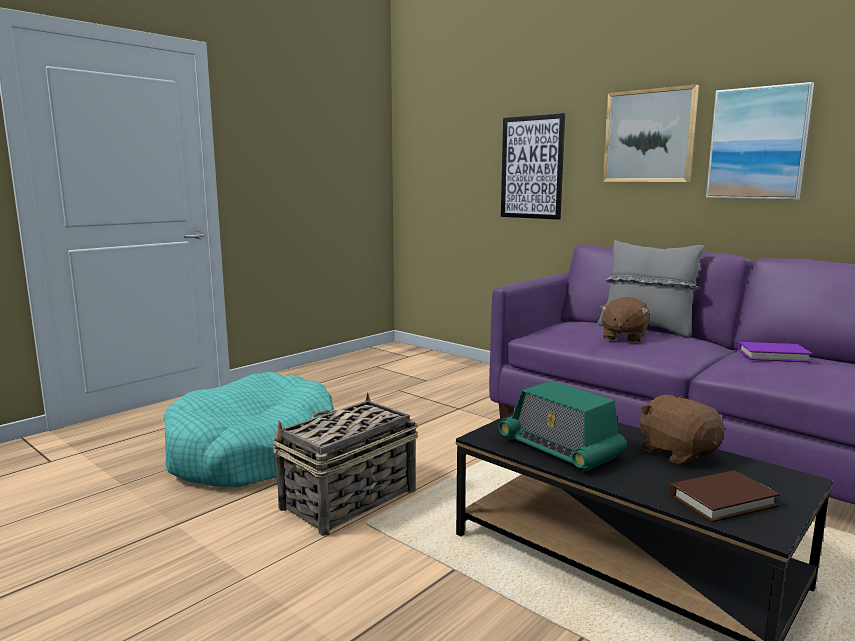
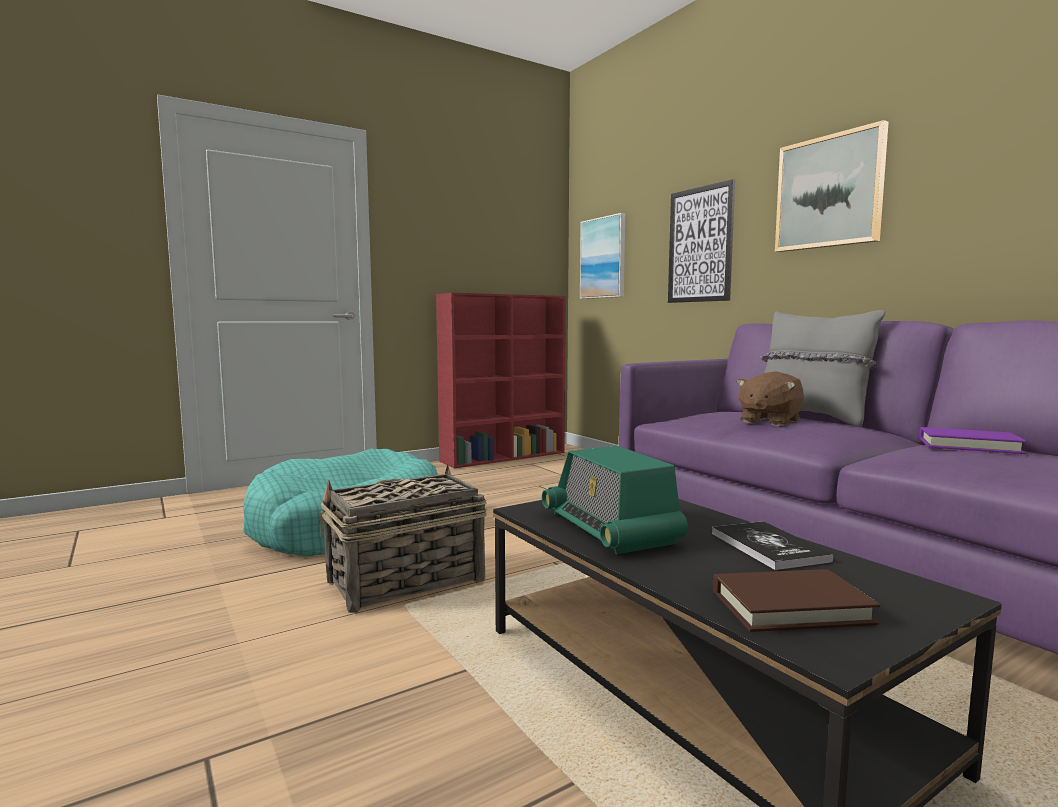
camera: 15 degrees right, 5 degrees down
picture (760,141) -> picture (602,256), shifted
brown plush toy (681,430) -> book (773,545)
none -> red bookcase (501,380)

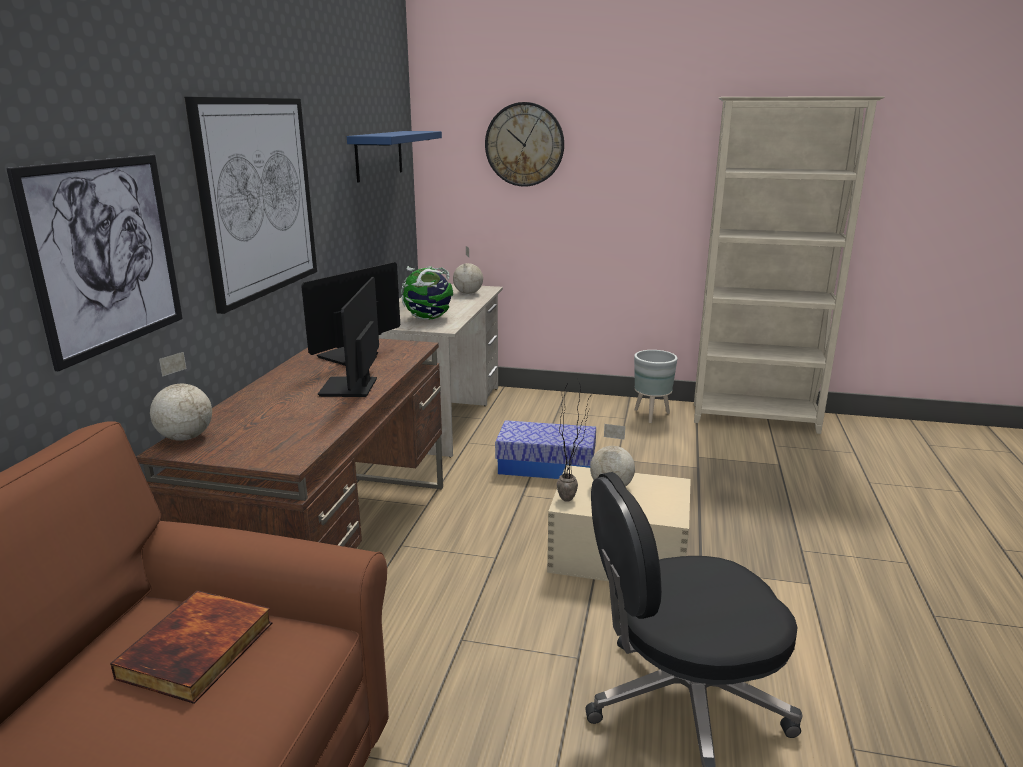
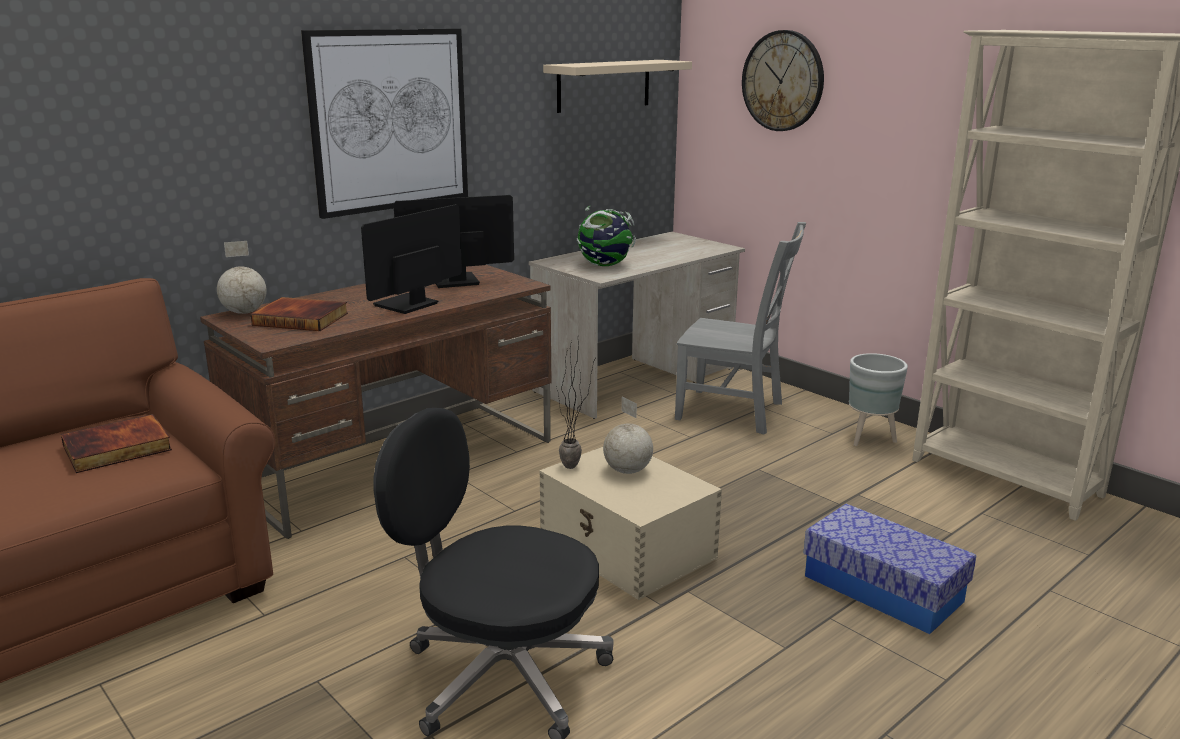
camera: 35 degrees right, 0 degrees up
blue shelf (394,156) -> beige shelf (617,86)
picture (94,263) -> none
globe (468,270) -> none
storage box (545,449) -> storage box (889,569), shifted
none -> grey chair (740,328)
none -> book (299,314)

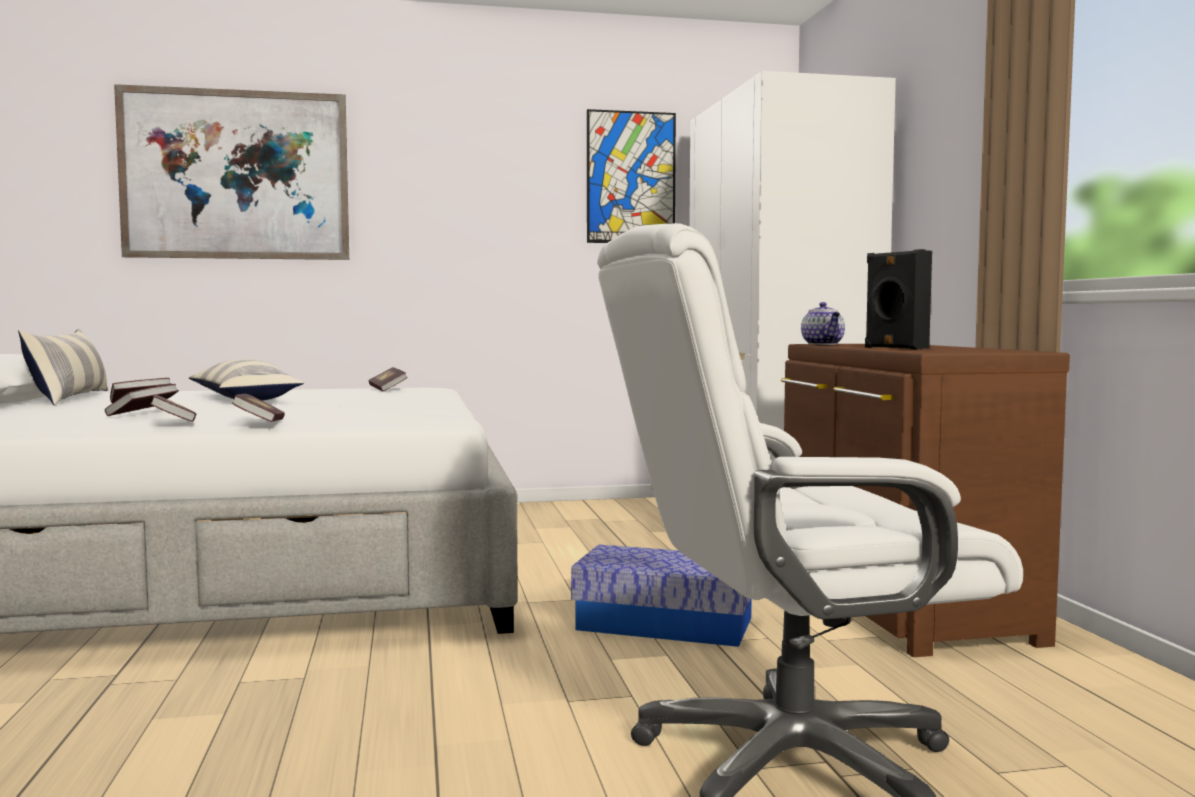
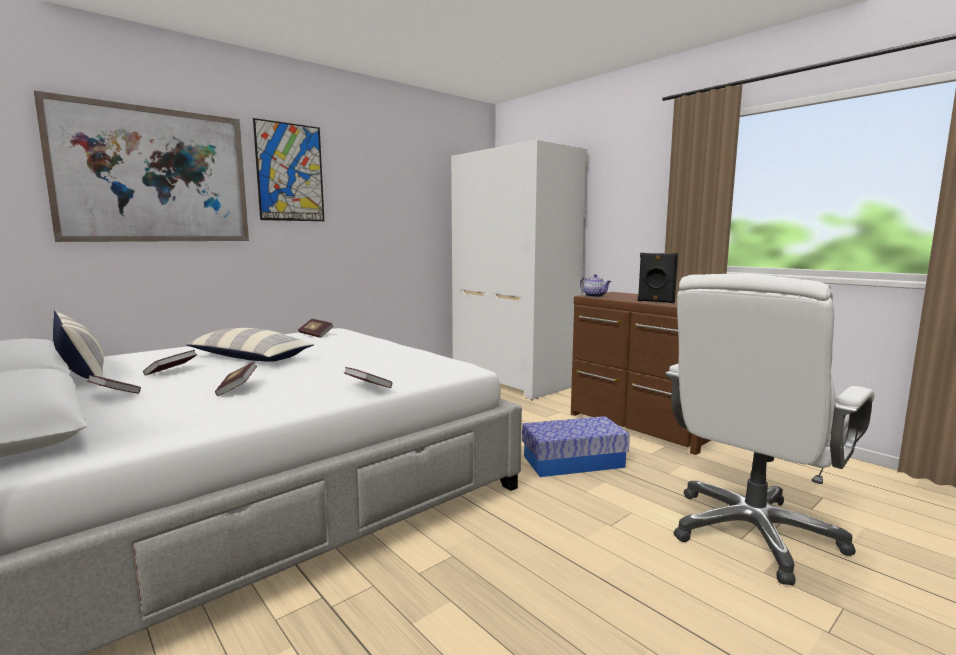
camera: 30 degrees left, 5 degrees up
picture (631,176) -> picture (288,169), shifted
book (173,408) -> book (114,384), shifted

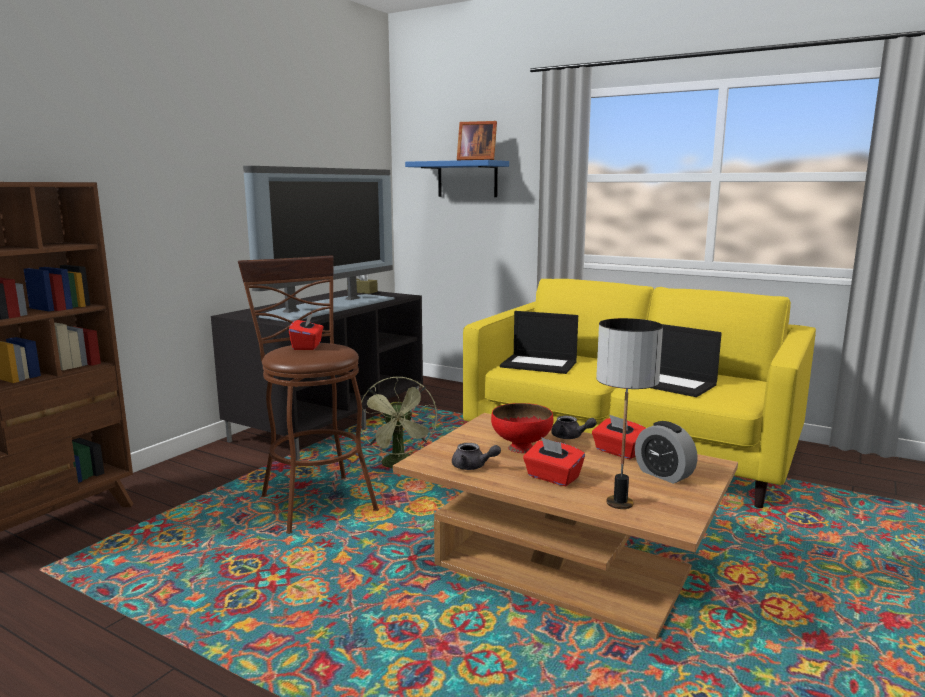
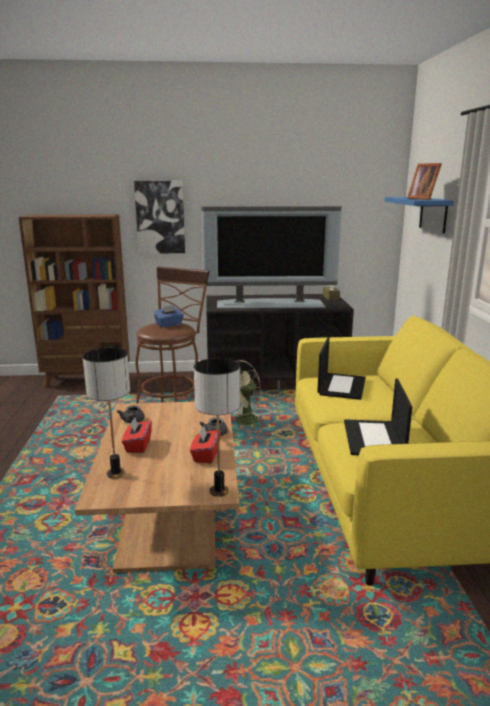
camera: 55 degrees right, 5 degrees up
laptop (539,342) -> laptop (341,369), 150 degrees counterclockwise
red tissue box (306,331) -> blue tissue box (169,316)
red bowl (522,428) -> none
alarm clock (666,452) -> none
none -> picture (159,217)
none -> table lamp (217,427)

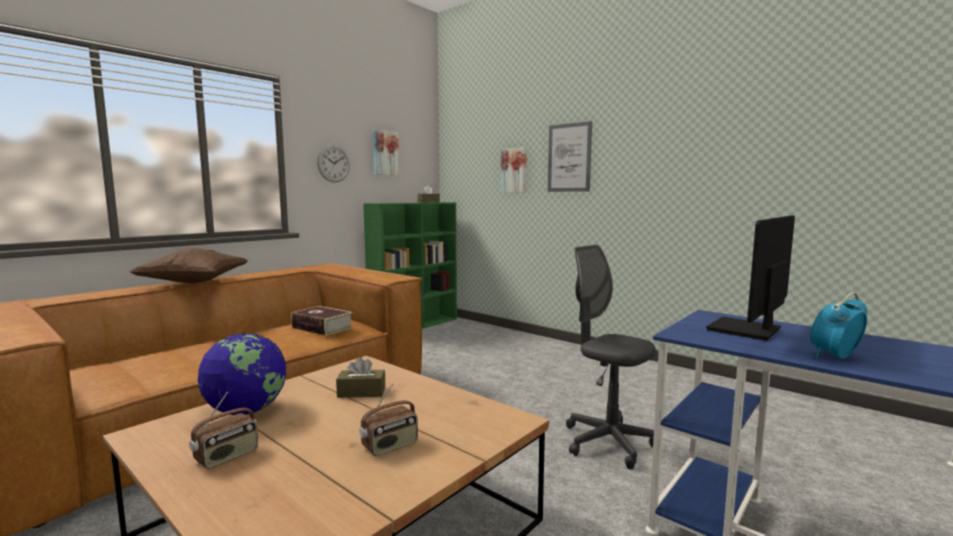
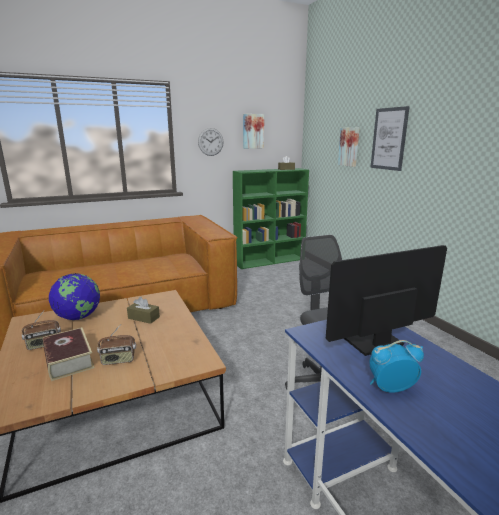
camera: 25 degrees right, 10 degrees up
brown pillow (189,265) -> none
book (322,321) -> book (69,354), shifted

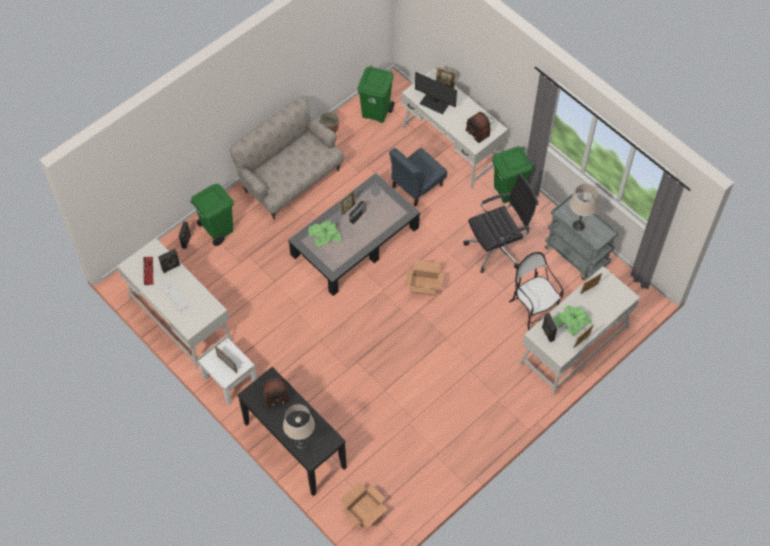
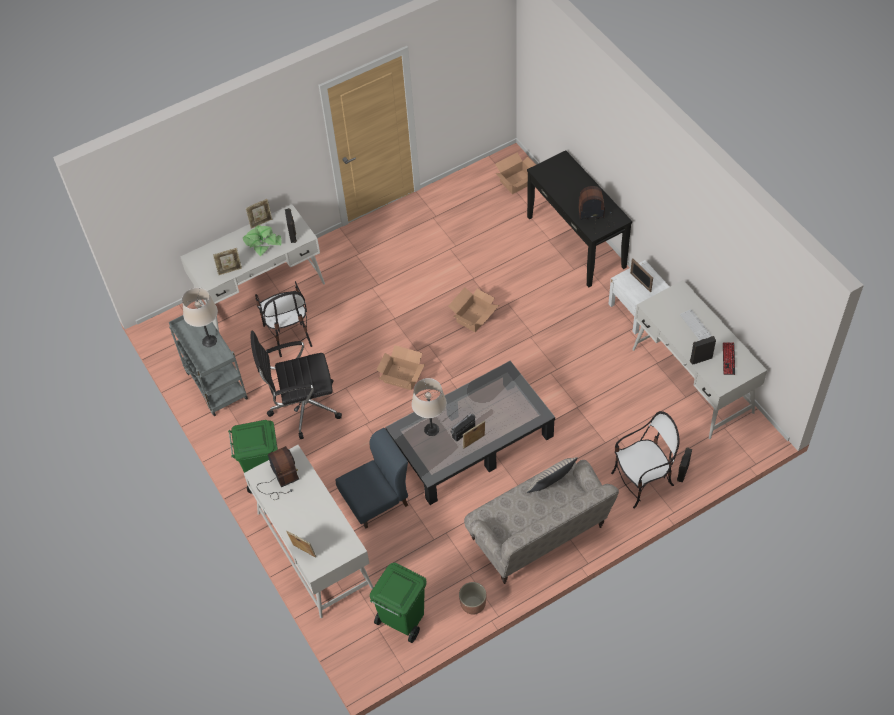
camera: 165 degrees left, 5 degrees down
monitor (436,93) -> none
green trash can (212,215) -> chair (645,460)
potted plant (324,234) -> none
beige table lamp (299,426) -> beige table lamp (429,407), shifted
none -> cardboard box (473,309)
none -> beige pillow (552,475)

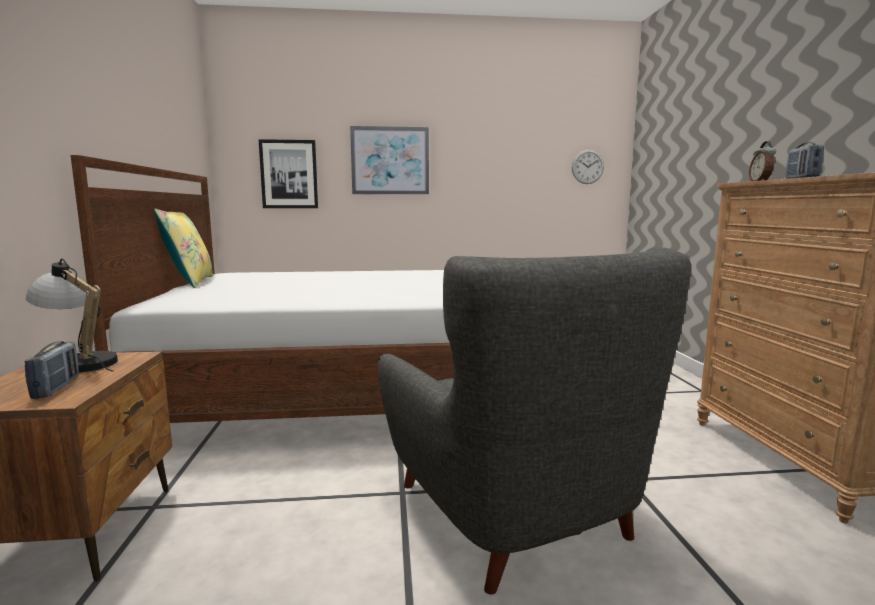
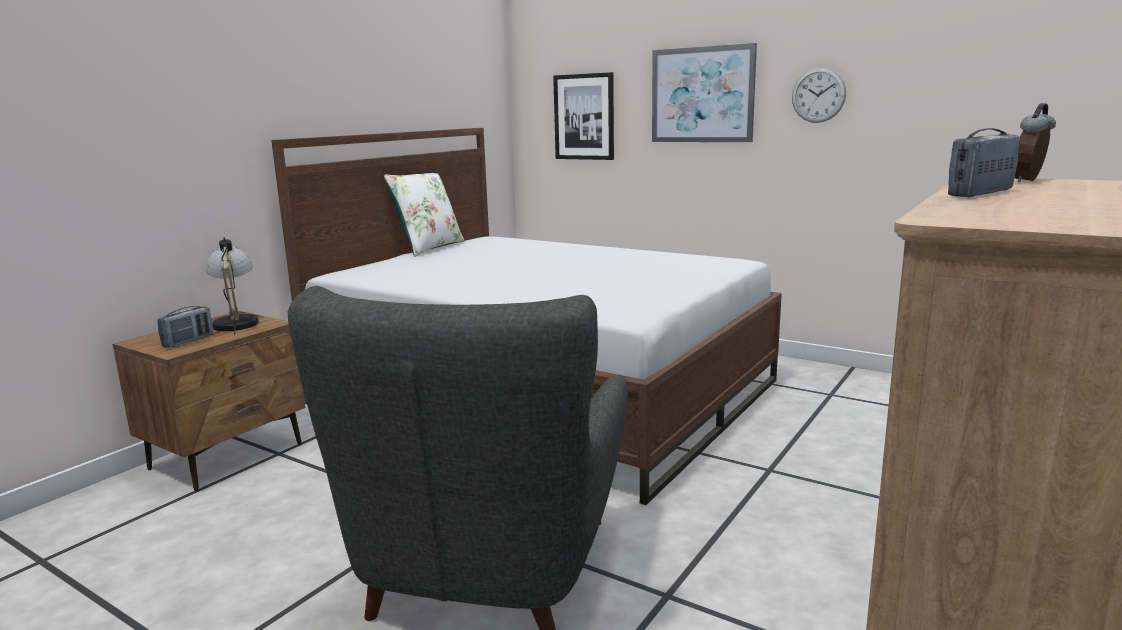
camera: 40 degrees right, 5 degrees up
wall clock (588,167) -> wall clock (819,95), shifted
yellow pillow (183,248) -> white pillow (424,214)

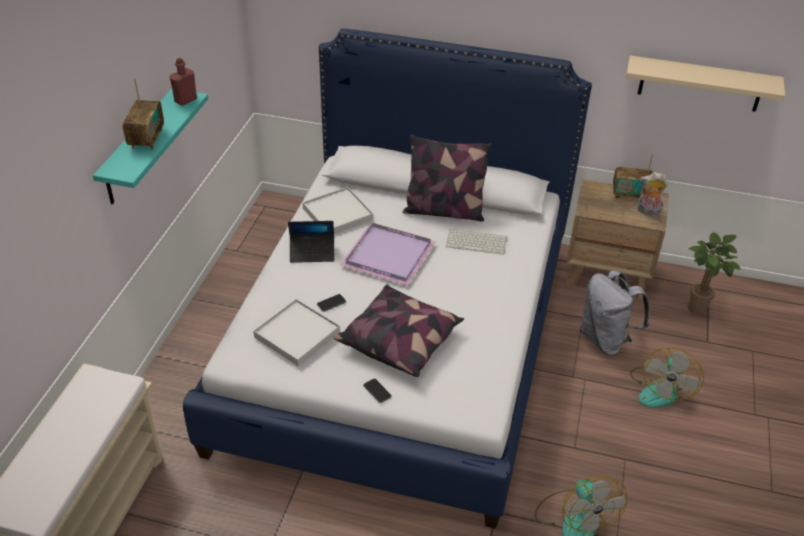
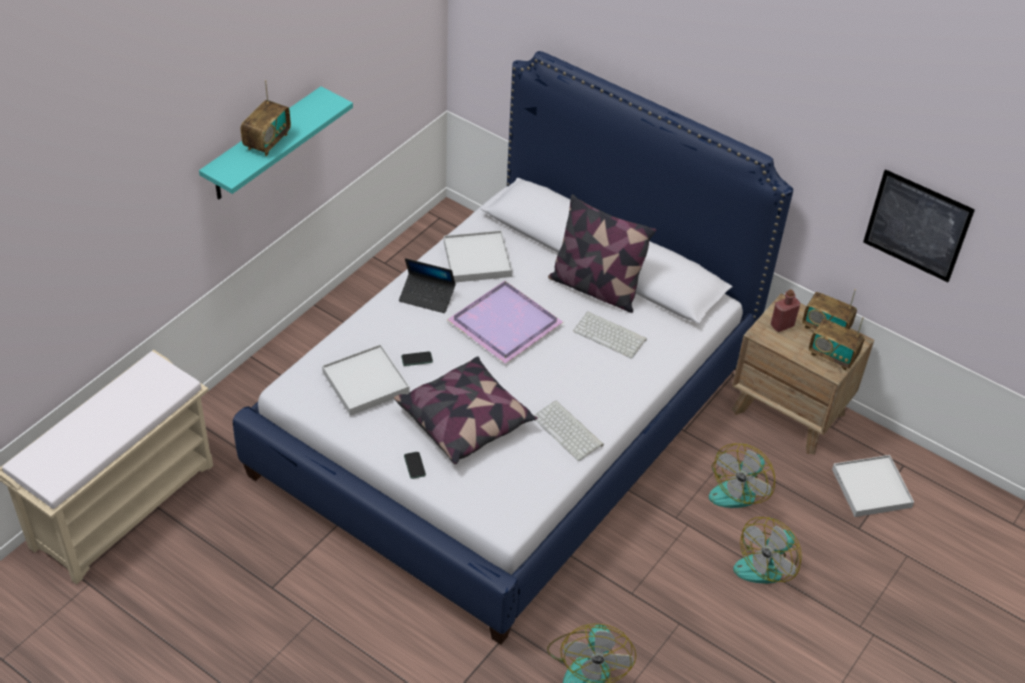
camera: 20 degrees right, 5 degrees up
beige shelf (705,84) -> picture (919,225)
red bottle (183,82) -> red bottle (785,310), shifted
plush toy (652,194) -> radio (837,343)
potted plant (714,273) -> white tray (873,486)
grey backpack (615,312) -> fan (742,475)
none -> keyboard (569,430)

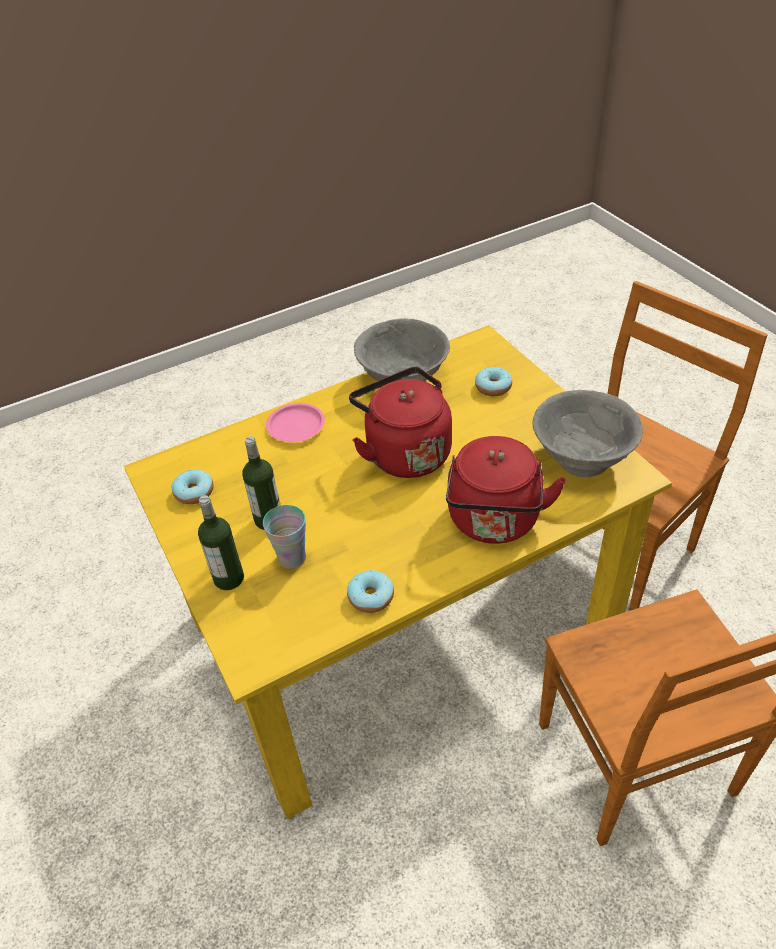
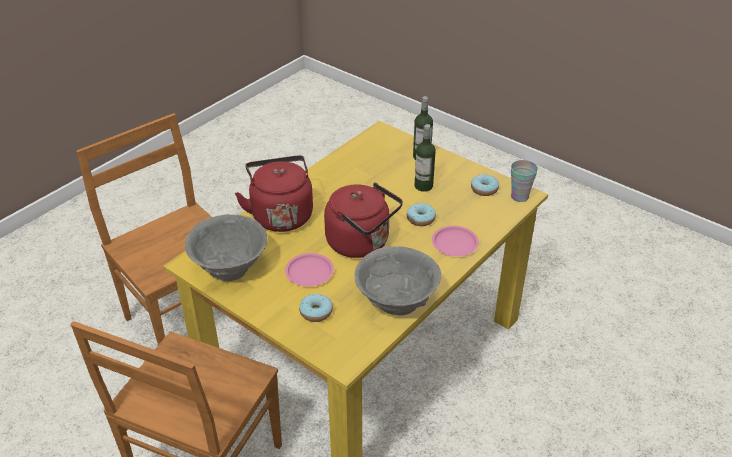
camera: 155 degrees right, 5 degrees down
cup (284,537) -> cup (524,181), shifted
donut (370,591) -> donut (421,214), shifted
none -> pink plate (309,269)

